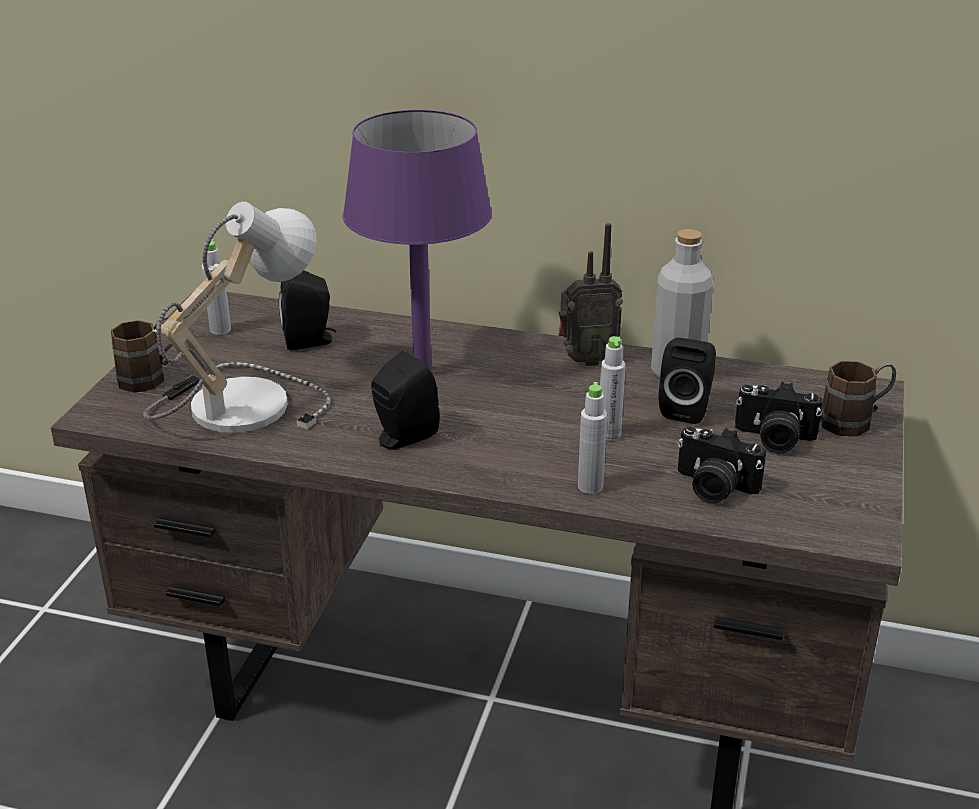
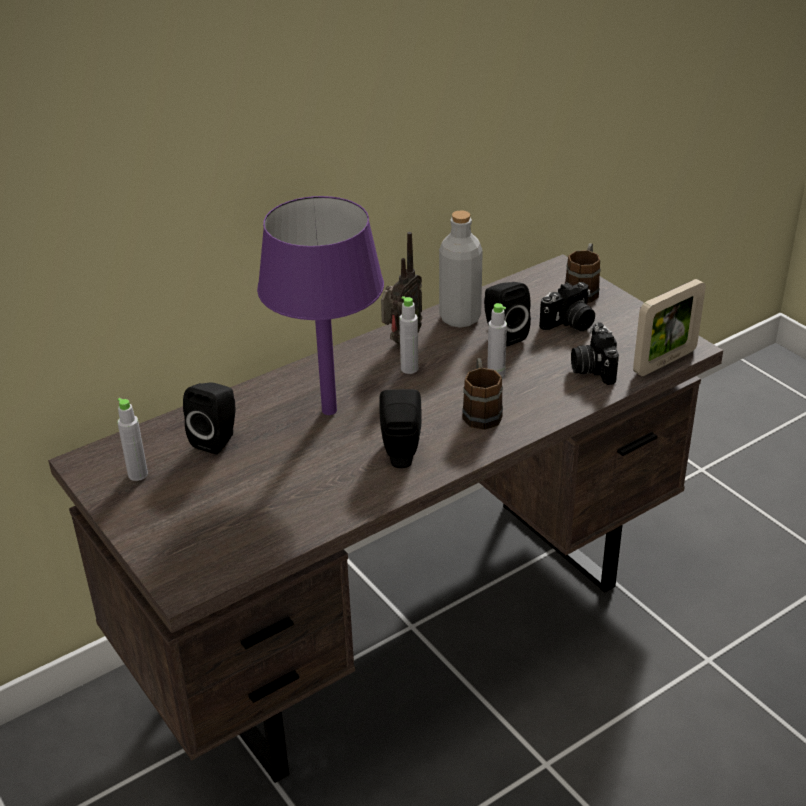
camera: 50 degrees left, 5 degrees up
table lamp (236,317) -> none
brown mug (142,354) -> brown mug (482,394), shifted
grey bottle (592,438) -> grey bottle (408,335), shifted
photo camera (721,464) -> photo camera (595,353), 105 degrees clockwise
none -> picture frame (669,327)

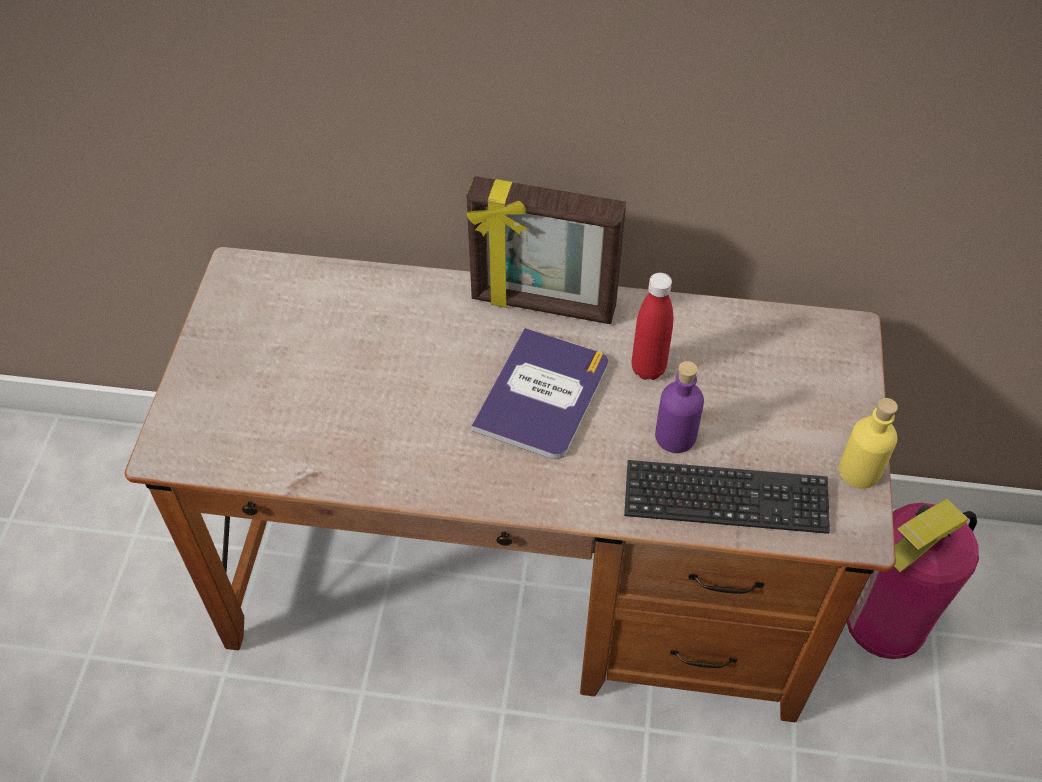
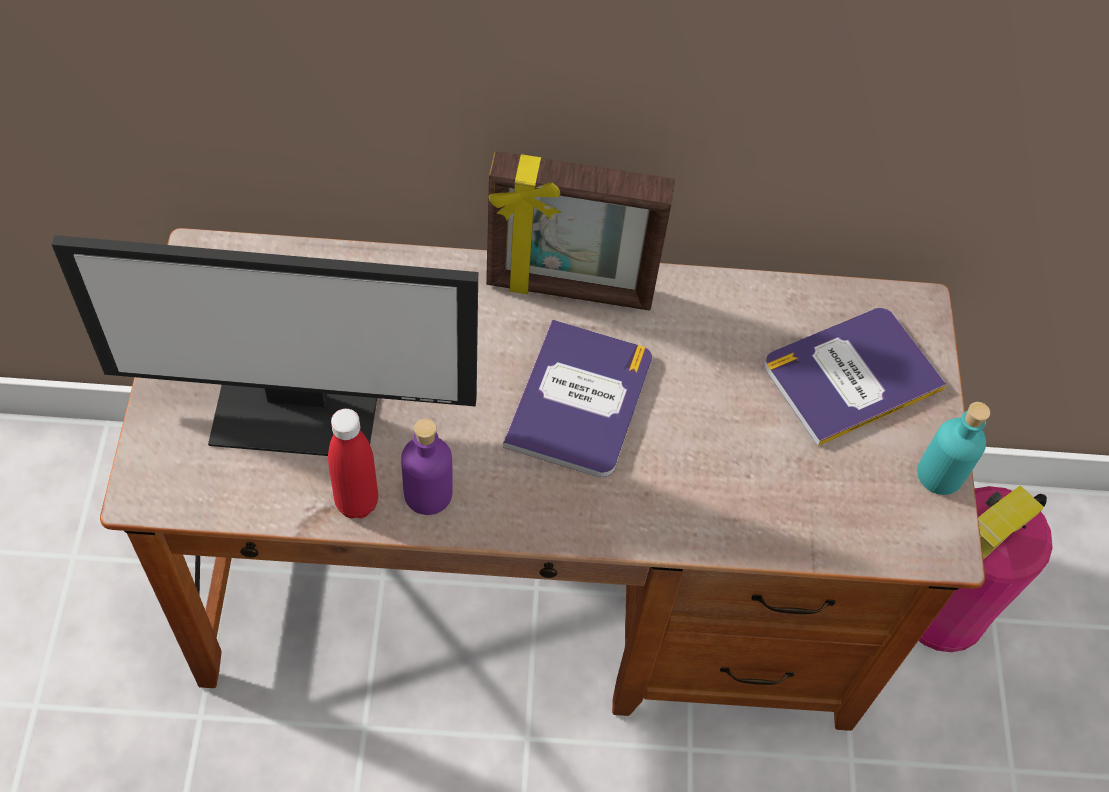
camera: 10 degrees left, 5 degrees up
red bottle (652,326) -> red bottle (353,464), shifted
purple bottle (679,407) -> purple bottle (427,466), shifted
yellow bottle (868,443) -> turquoise bottle (953,448)
keyboard (727,497) -> none
none -> monitor (265,345)
none -> book (855,377)

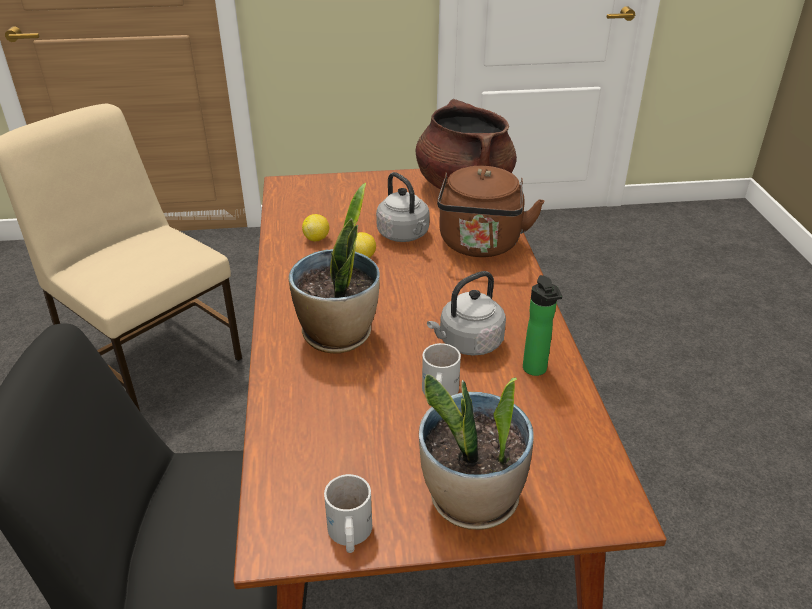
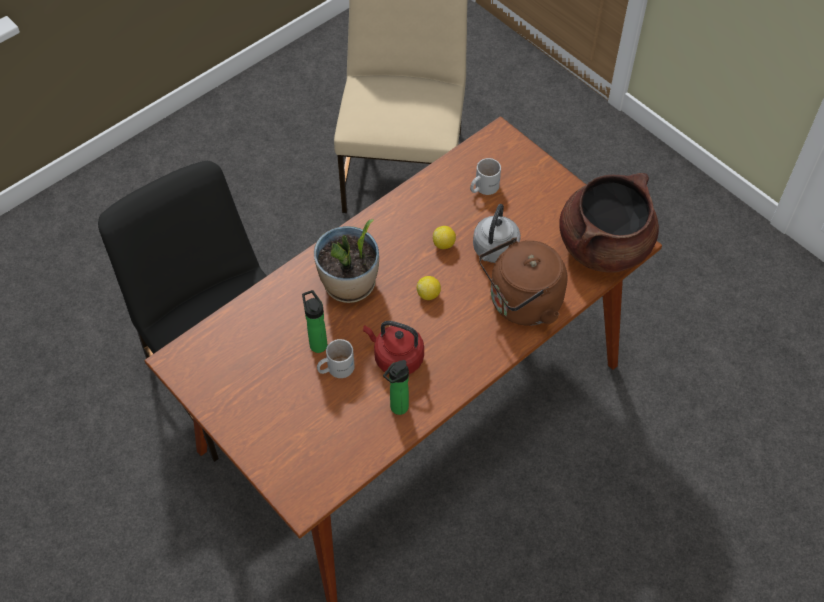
camera: 55 degrees right, 20 degrees up
lemon (315,227) -> lemon (429,288), shifted
grey kettle (466,313) -> red kettle (393,347)
potted plant (476,452) -> none
white mug (348,513) -> white mug (485,176), shifted
none -> bottle (314,321)

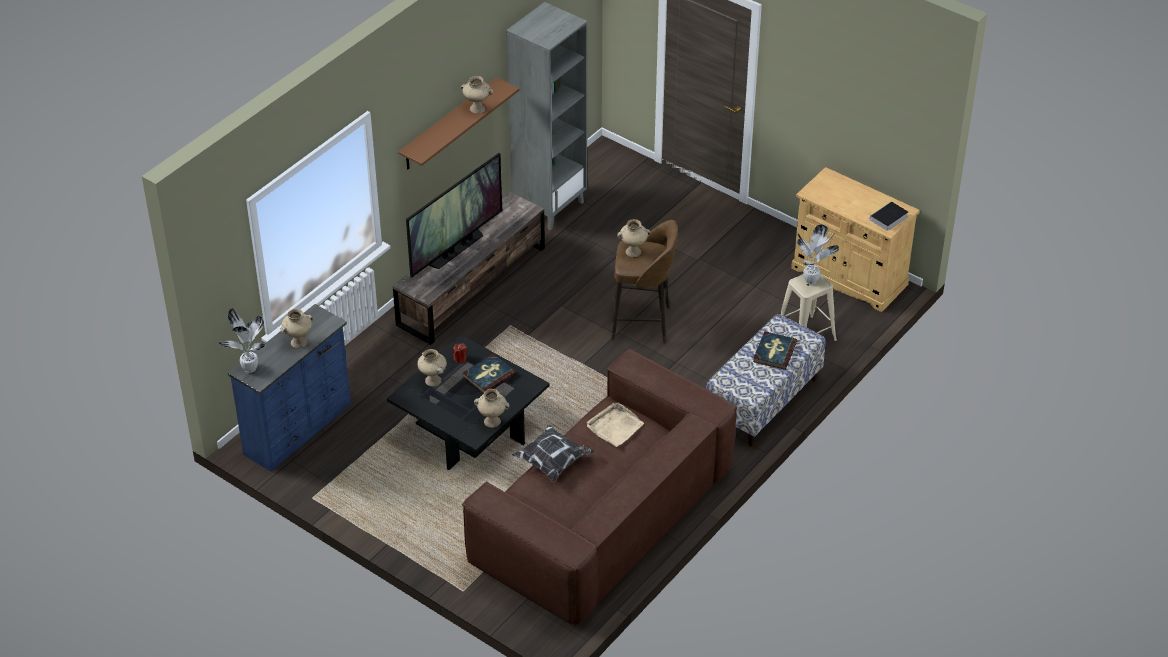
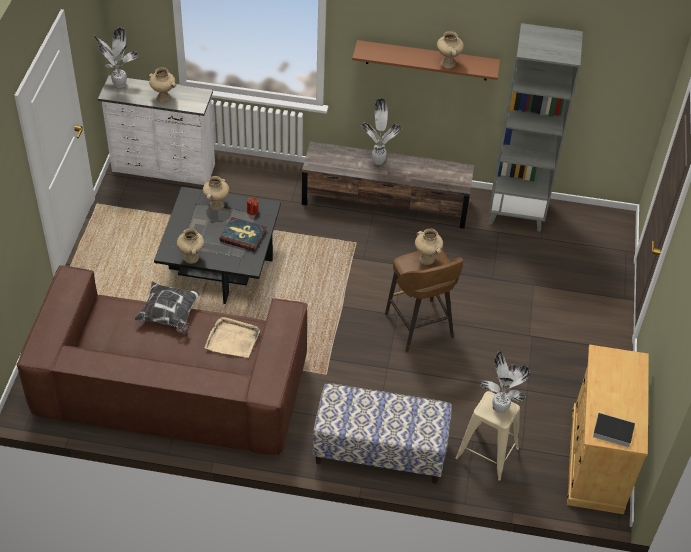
camera: 60 degrees right, 5 degrees up
television (454,215) -> potted plant (381,131)
blue dresser (289,388) -> white dresser (156,130)
book (775,350) -> none

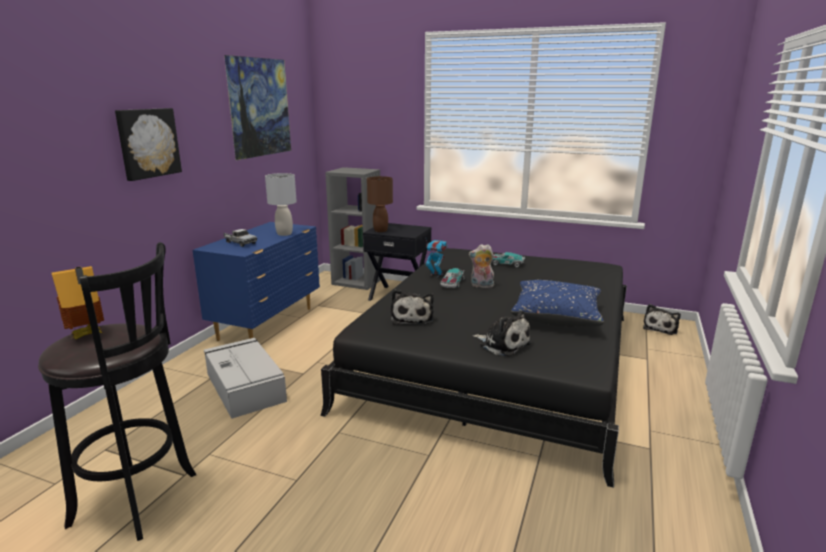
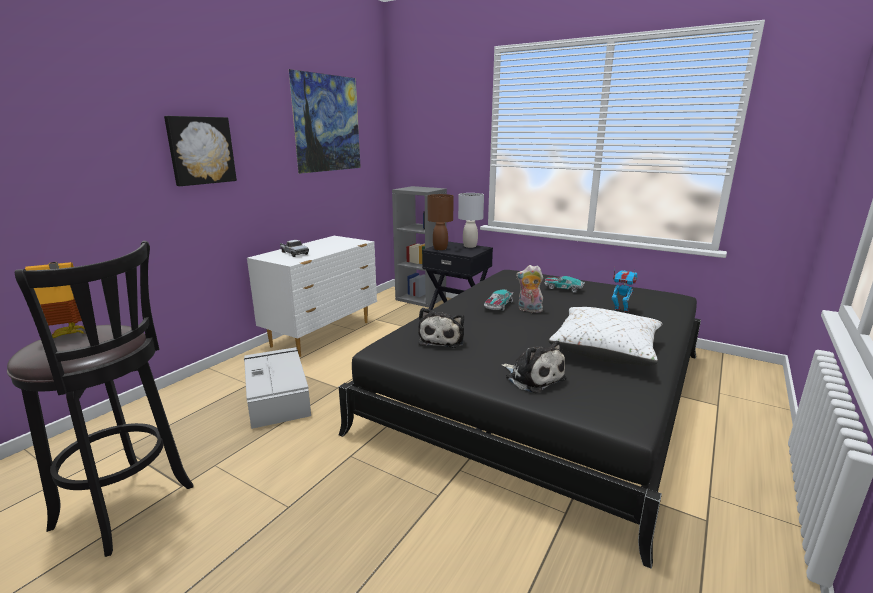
camera: 10 degrees right, 0 degrees up
grey table lamp (281,204) -> grey table lamp (471,220), shifted
blue dresser (256,281) -> white dresser (312,296)
toy robot (436,257) -> toy robot (624,289), shifted
blue pillow (557,303) -> white pillow (605,336)
plush toy (662,319) -> none

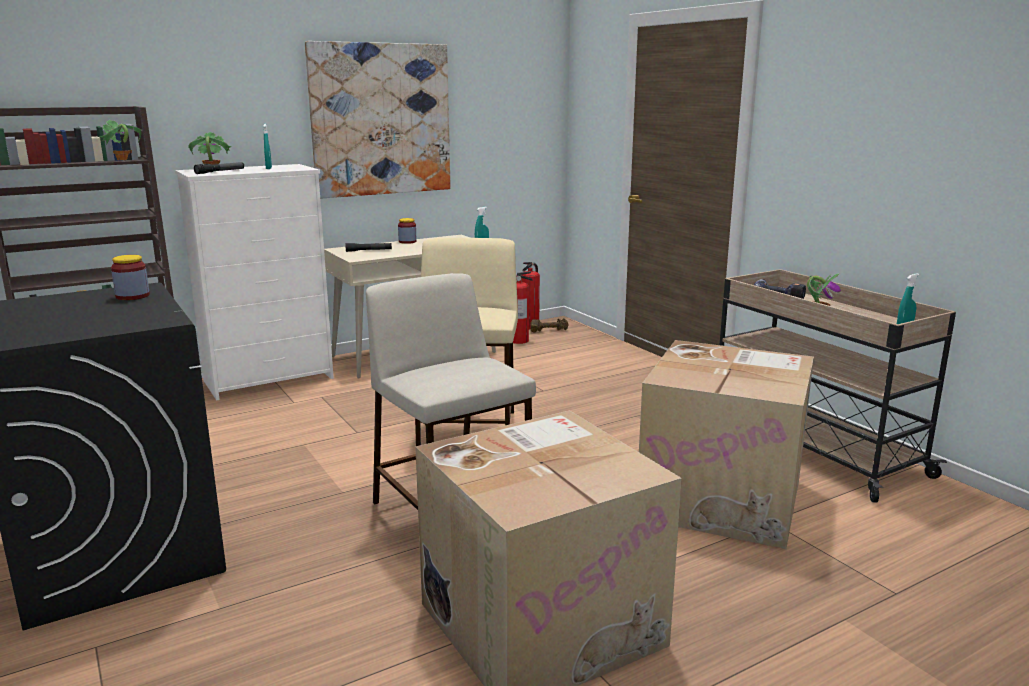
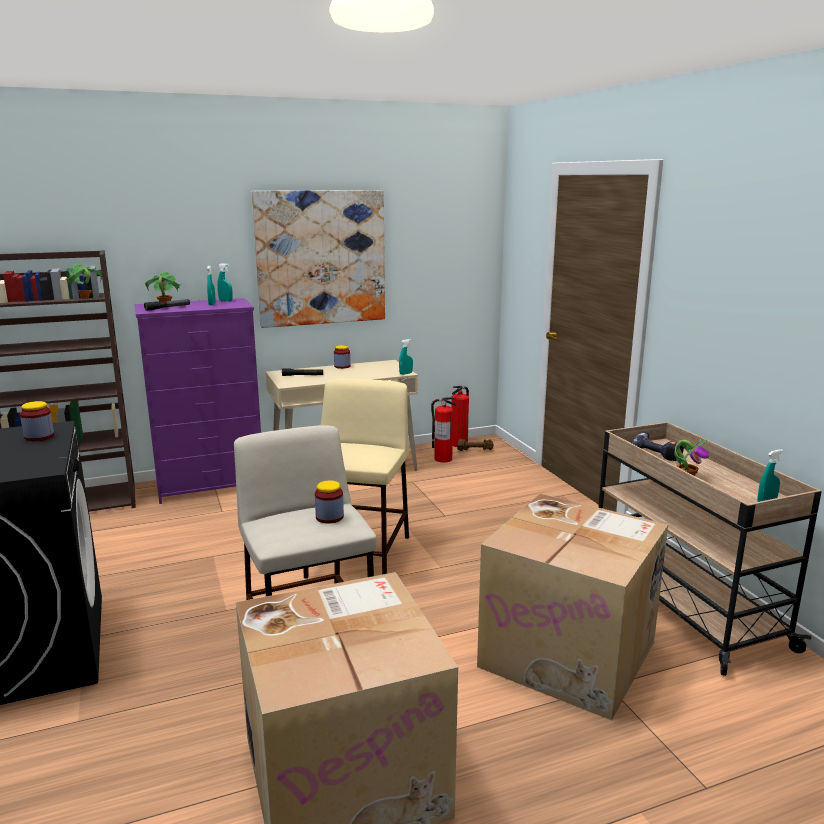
camera: 10 degrees right, 0 degrees up
white dresser (254,282) -> purple dresser (198,401)
none -> turquoise spray bottle (225,282)
none -> jar (329,502)

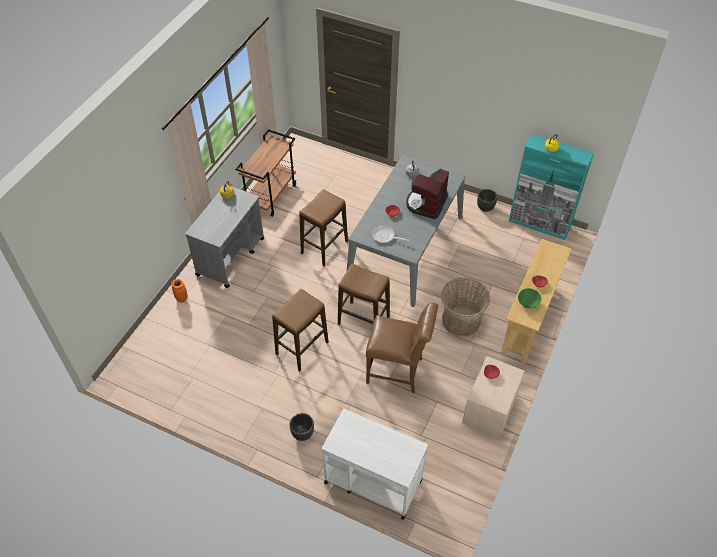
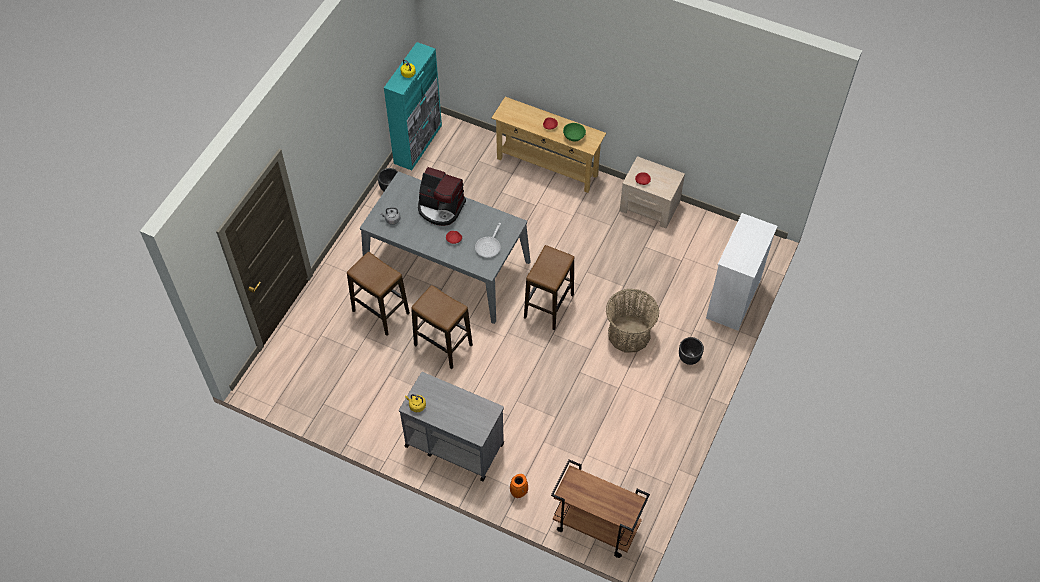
camera: 90 degrees left, 5 degrees up
brown cart (266,173) -> brown cart (600,508), shifted
basket (465,307) -> basket (632,321), shifted
stool (300,330) -> stool (378,294), shifted
brown chair (402,347) -> none
white cart (374,464) -> white dresser (742,272)

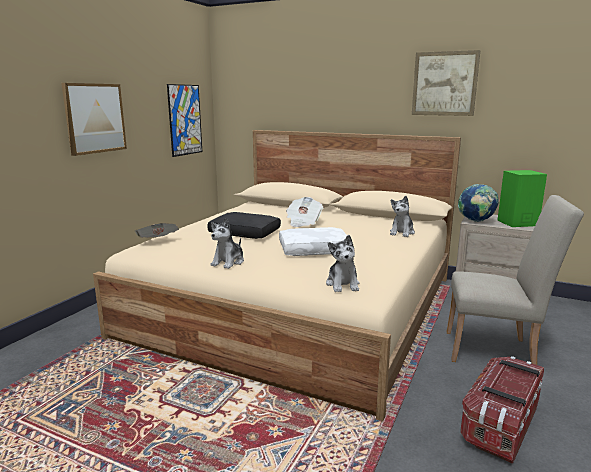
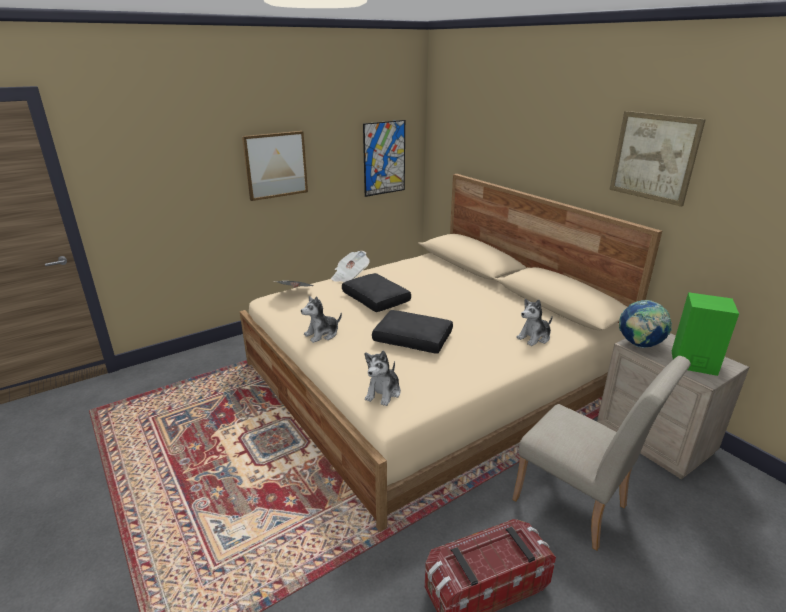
camera: 30 degrees right, 10 degrees up
newspaper (304,212) -> newspaper (350,266), shifted
white pillow (313,241) -> black pillow (412,332)

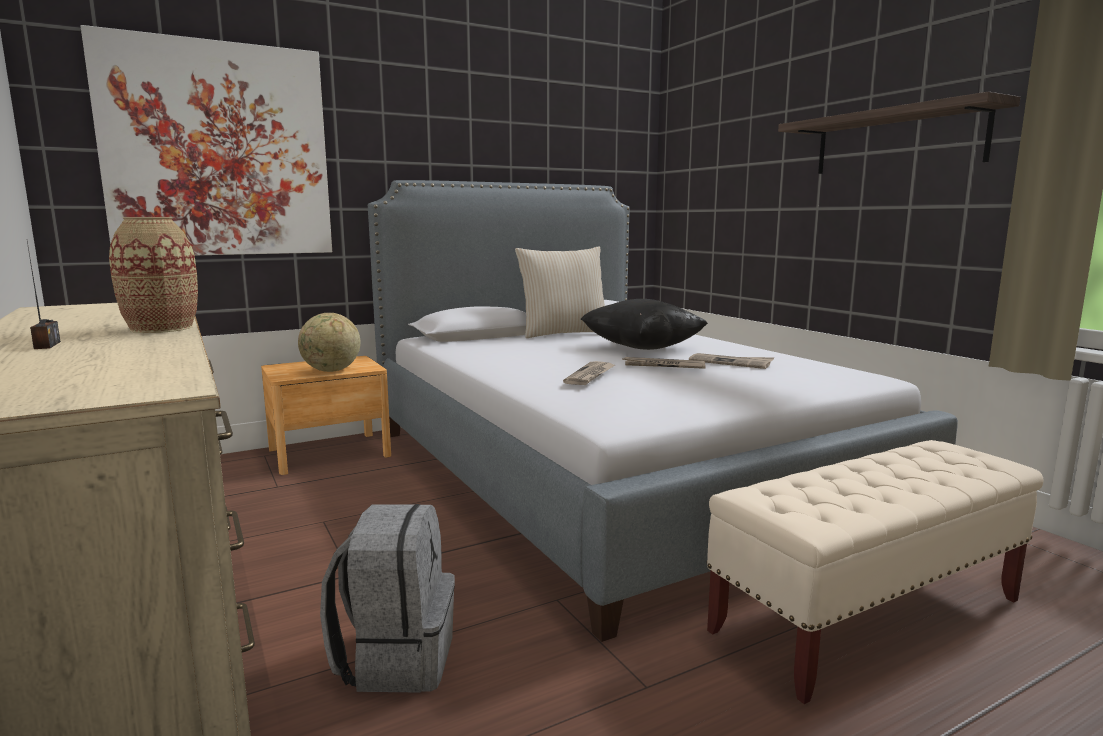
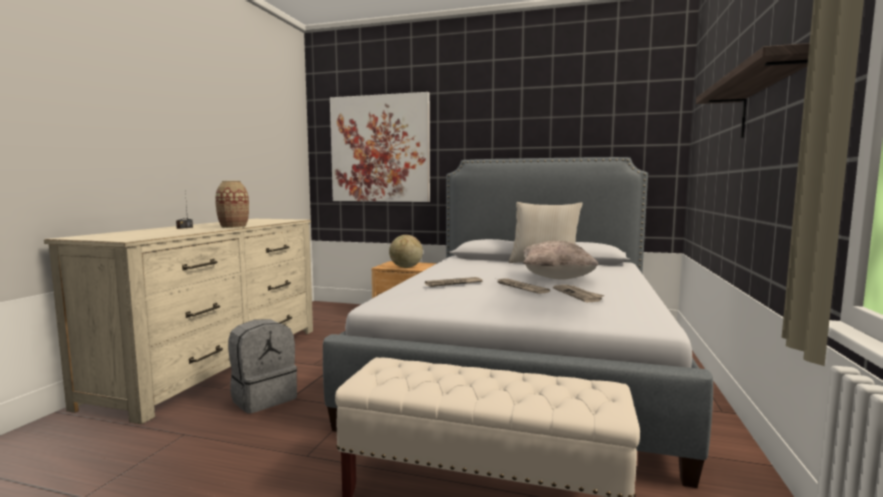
camera: 45 degrees right, 5 degrees down
black pillow (644,324) -> beige pillow (561,260)

